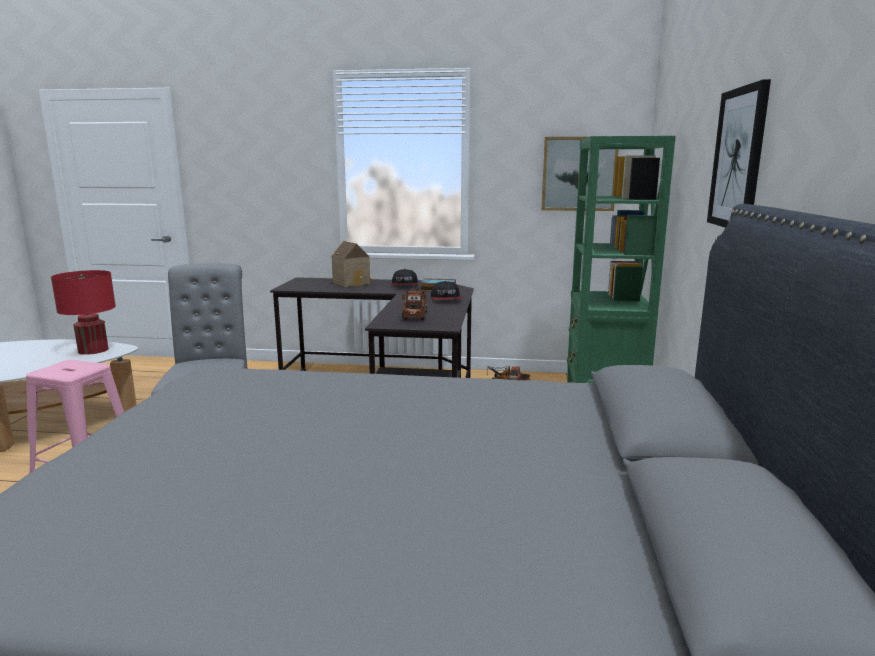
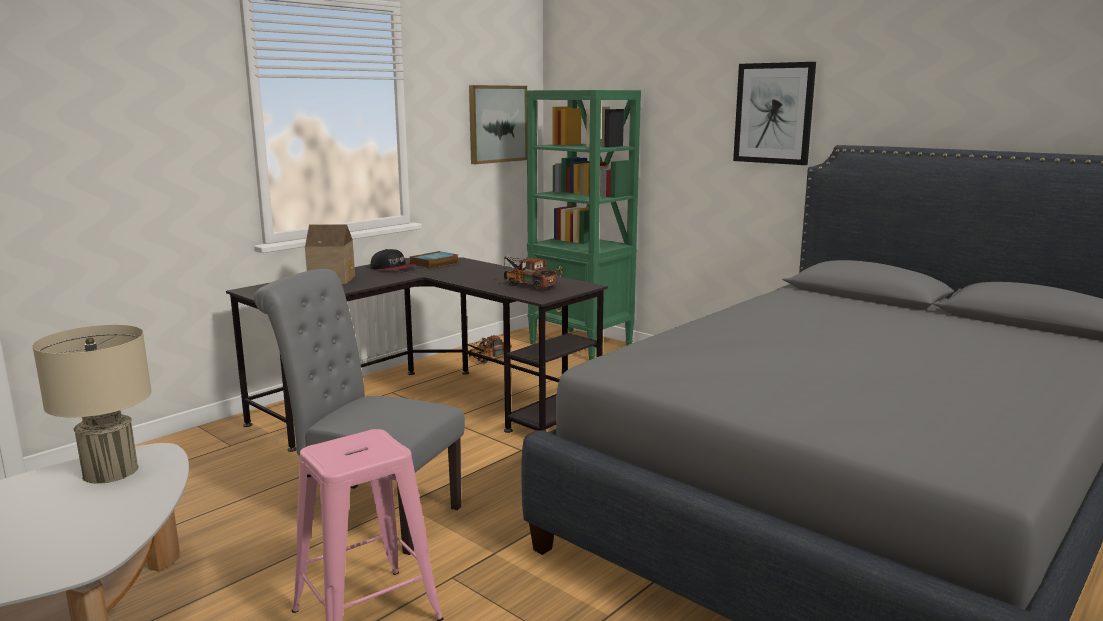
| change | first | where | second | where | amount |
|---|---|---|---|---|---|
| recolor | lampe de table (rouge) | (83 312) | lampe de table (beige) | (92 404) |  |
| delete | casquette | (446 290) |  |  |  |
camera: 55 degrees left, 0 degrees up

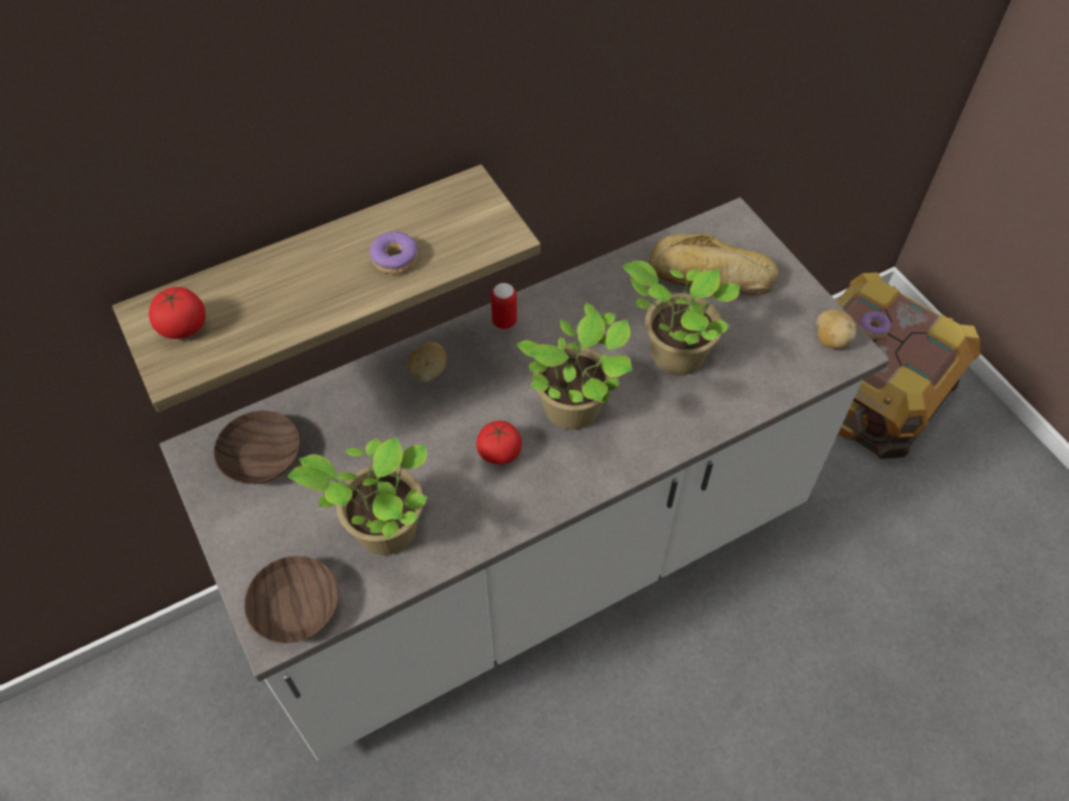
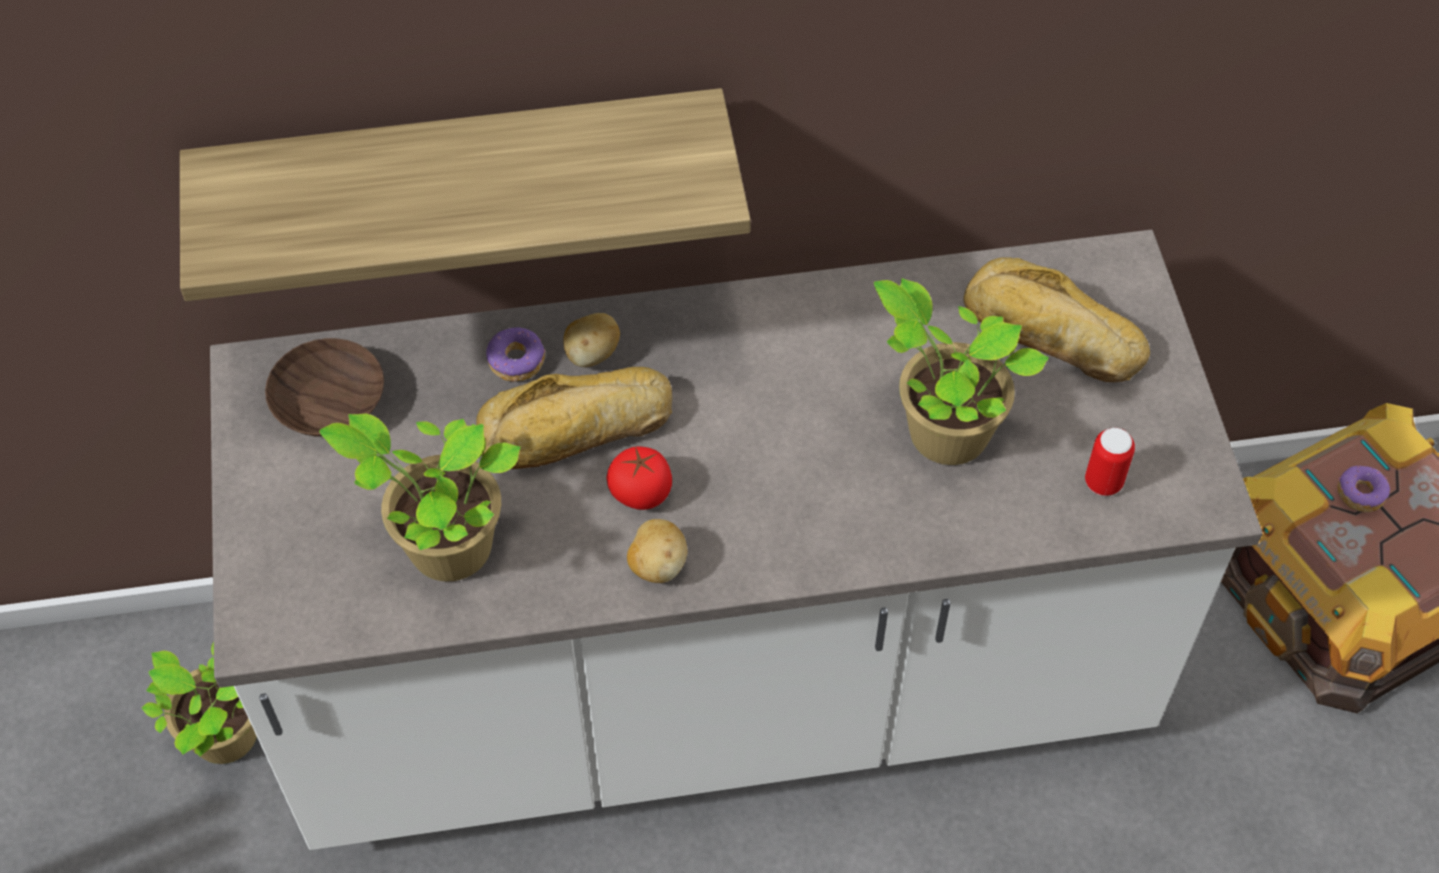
| change | first | where | second | where | amount |
|---|---|---|---|---|---|
| move | plante en pot | (574 366) |  | (199 703) |  |
| insert |  |  | pain | (574 418) |  |
| move | beignet | (393 252) |  | (516 355) |  |
| move | pomme de terre | (836 329) |  | (657 551) |  |
| move | boîte métallique | (504 306) |  | (1110 462) |  |
| delete | tomate | (177 313) |  |  |  |
| delete | bol (marron) | (291 600) |  |  |  |
camera: 20 degrees right, 0 degrees up

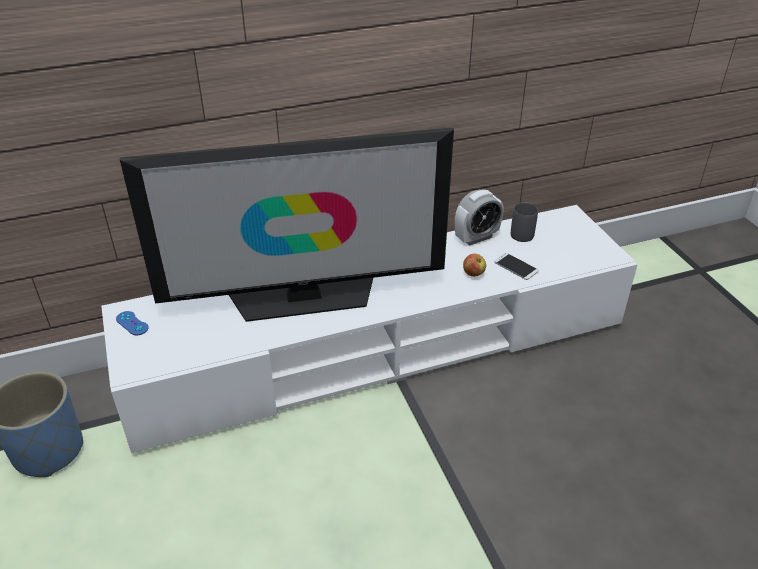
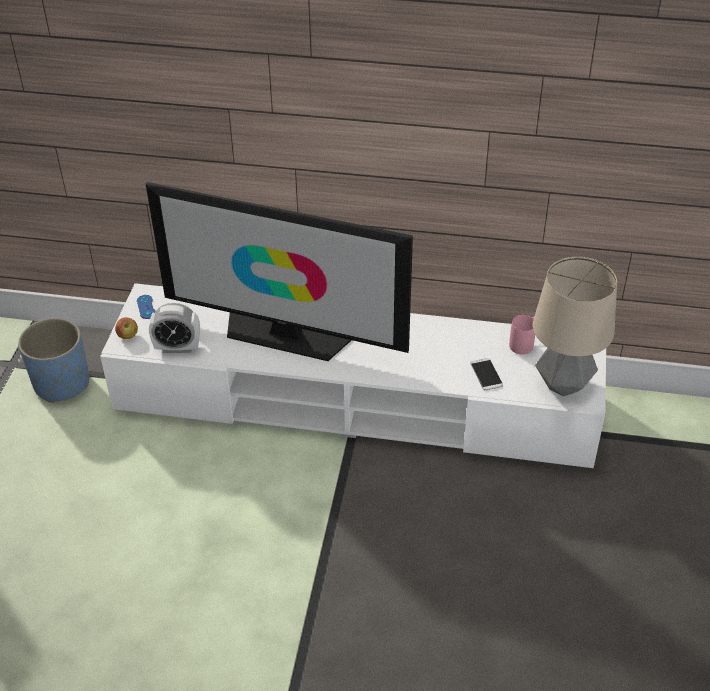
| change | first | where | second | where | amount |
|---|---|---|---|---|---|
| move | pomme | (474 265) |  | (126 328) |  |
| move | réveil | (479 218) |  | (174 328) |  |
| recolor | mug (gris) | (524 222) | mug (rose) | (522 334) |  |
| insert |  |  | lampe de table | (575 326) |  |
camera: 30 degrees right, 5 degrees up

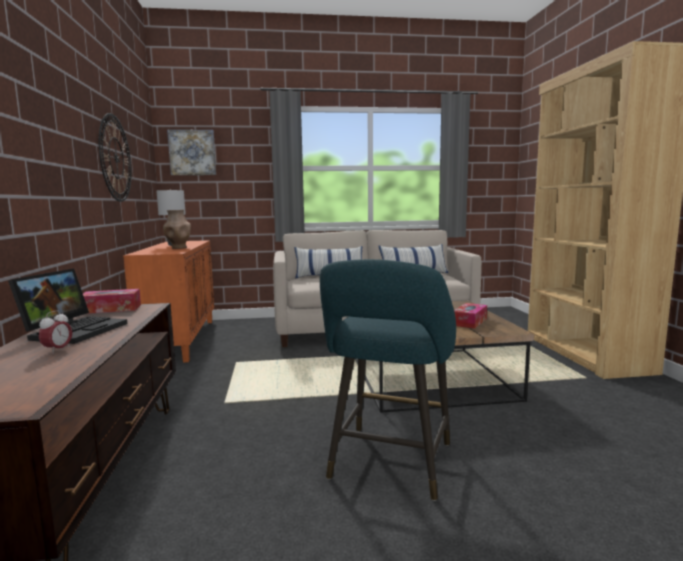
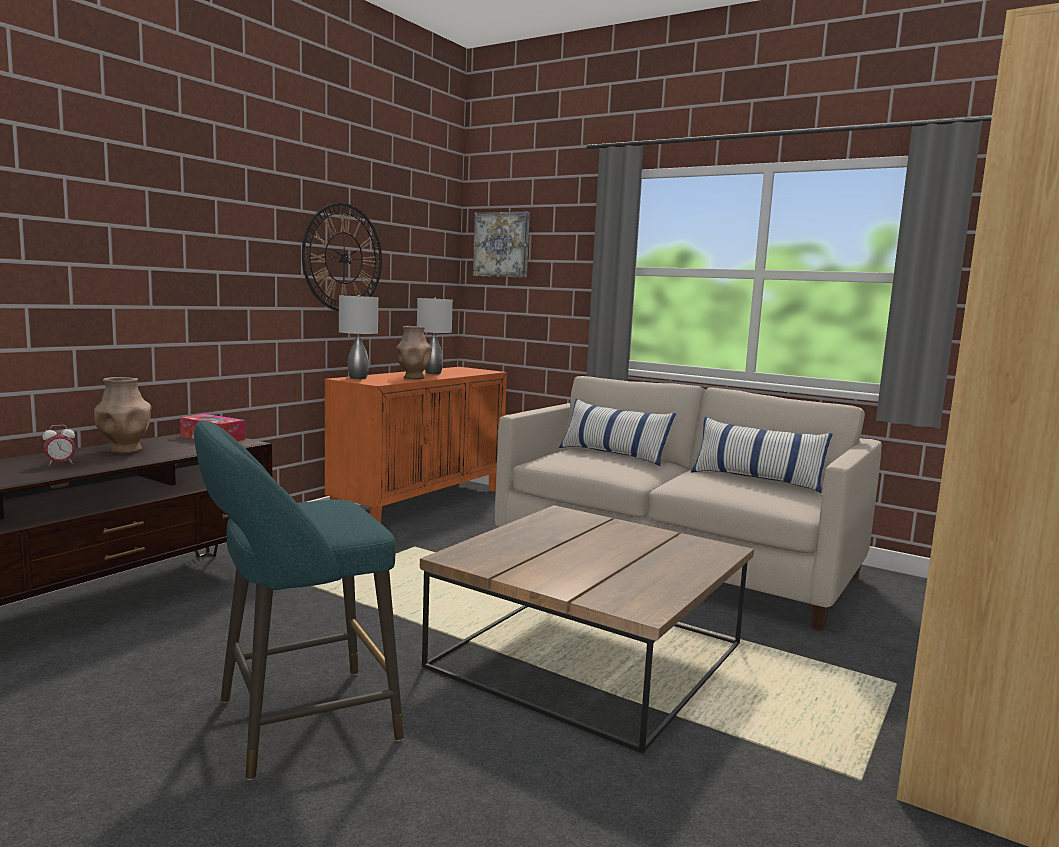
| change | first | where | second | where | amount |
|---|---|---|---|---|---|
| replace | ordinateur portable | (67 306) | vase (marron) | (123 415) |  |
| insert |  |  | lampe de table (gris) | (358 337) |  |
| delete | boîte à mouchoirs | (470 316) |  |  |  |
camera: 40 degrees right, 0 degrees up

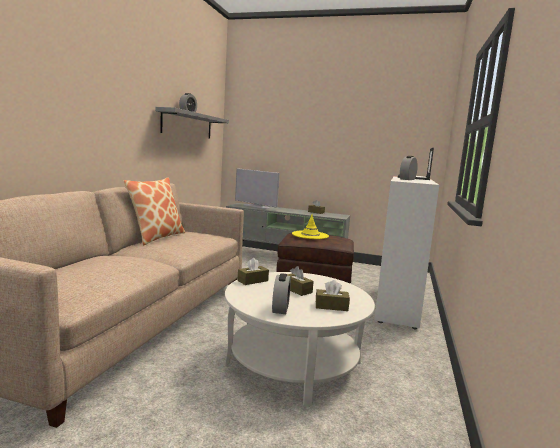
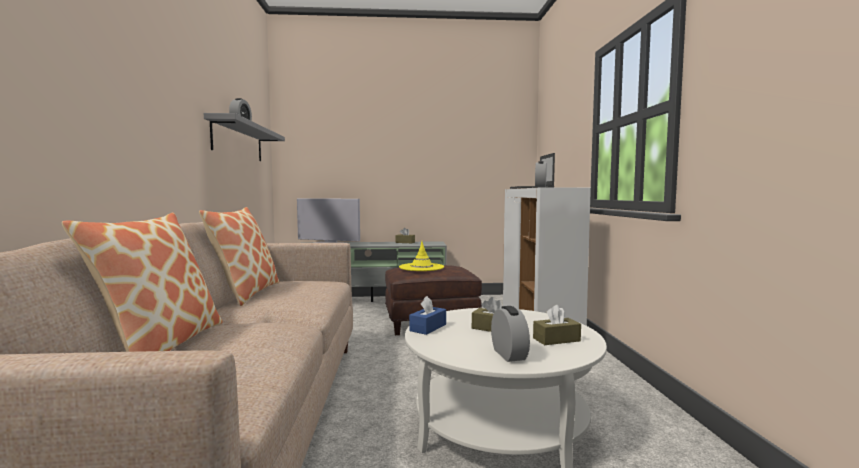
| change | first | where | second | where | amount |
|---|---|---|---|---|---|
| insert |  |  | coussin | (142 282) |  |
| recolor | boîte à mouchoirs (marron) | (253 271) | boîte à mouchoirs (bleu) | (427 315) |  |
camera: 20 degrees left, 5 degrees down

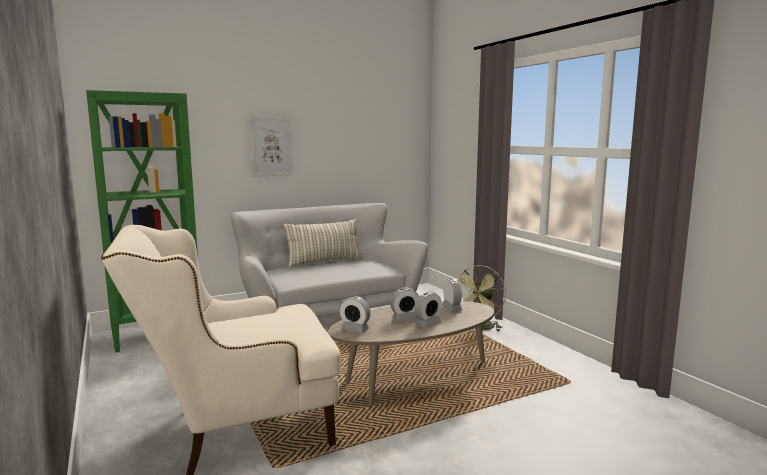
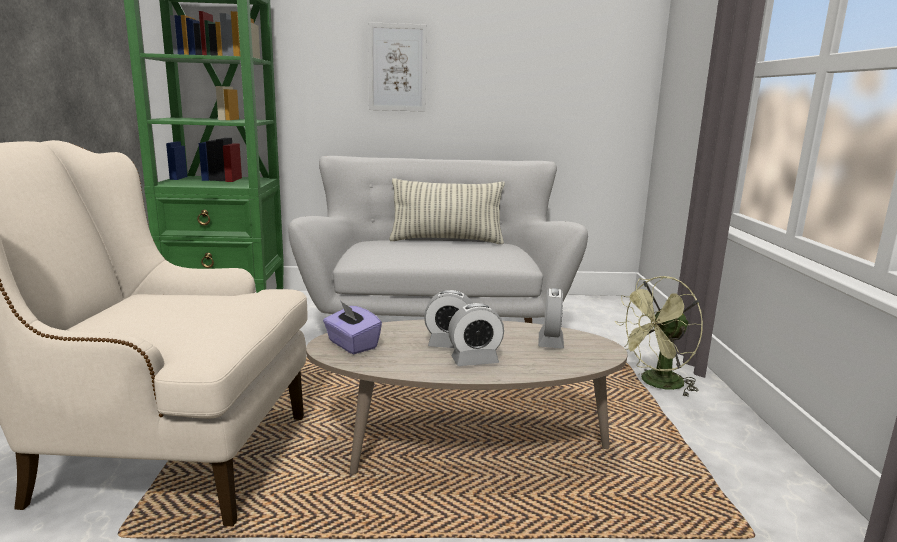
| change | first | where | second | where | amount |
|---|---|---|---|---|---|
| replace | réveil | (354 314) | boîte à mouchoirs (violet) | (352 328) |  |
camera: 25 degrees right, 5 degrees up

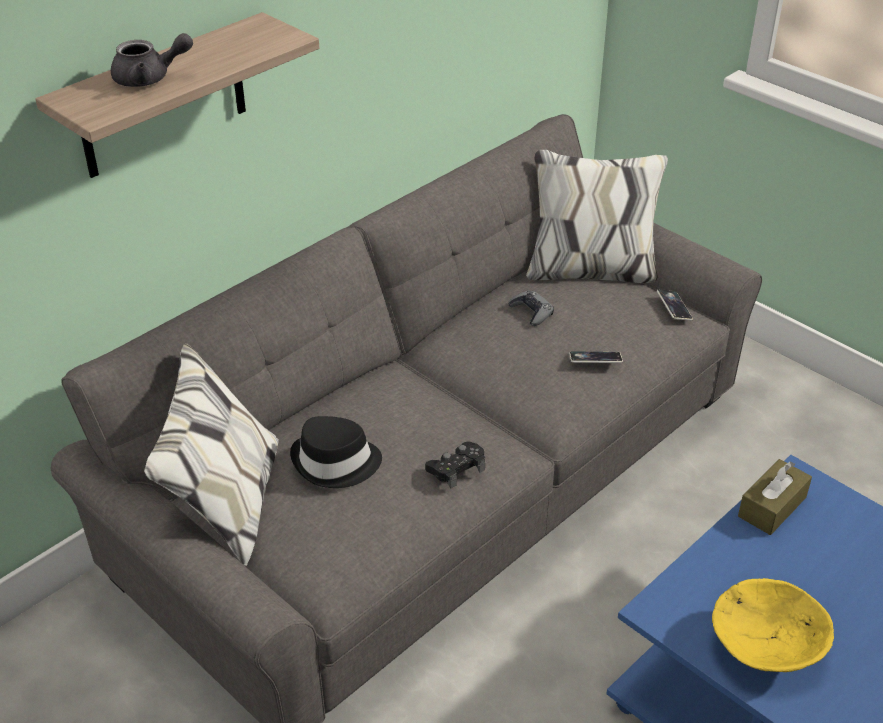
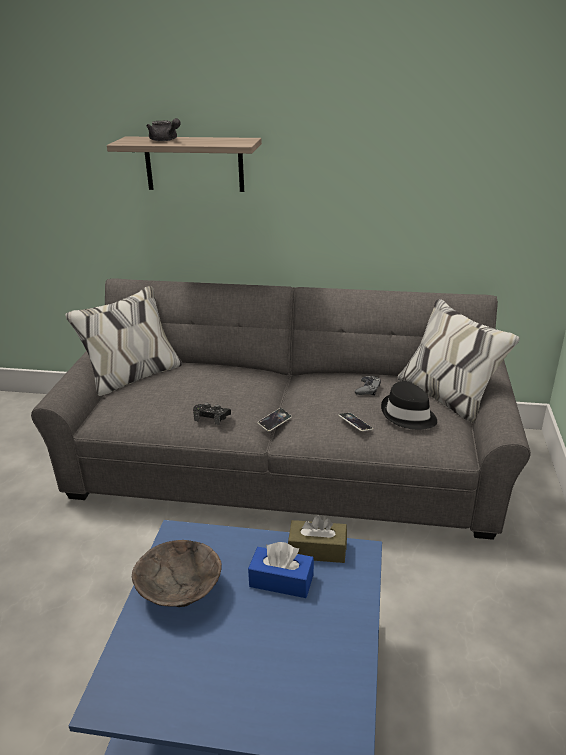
| change | first | where | second | where | amount |
|---|---|---|---|---|---|
| recolor | bol (jaune) | (773 625) | bol (marron) | (177 573) |  |
| insert |  |  | boîte à mouchoirs (bleu) | (281 570) |  |
| move | téléphone | (675 305) |  | (274 420) |  |
| move | chapeau (noir) | (336 452) |  | (409 405) |  |
camera: 55 degrees right, 10 degrees down

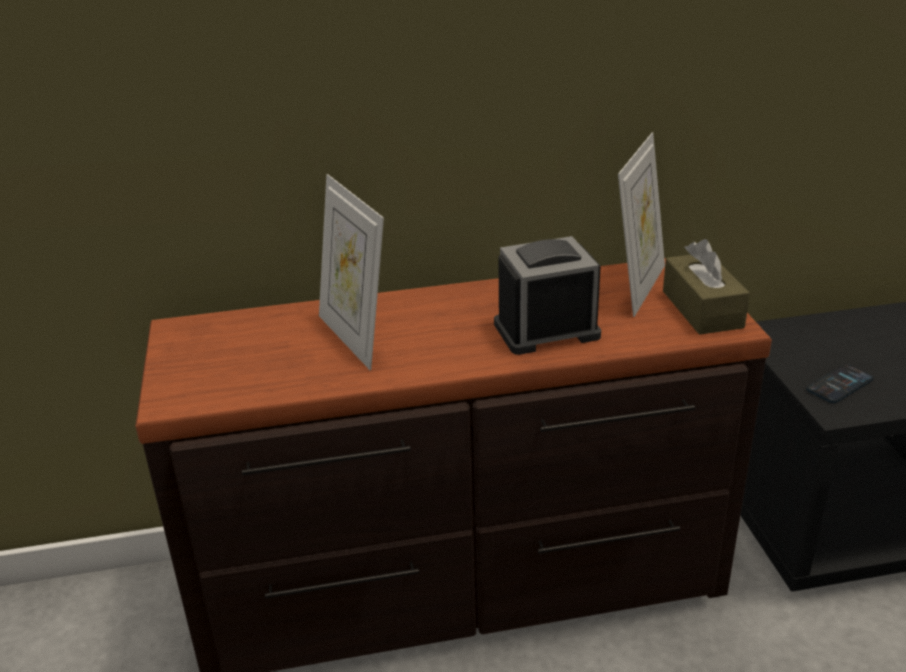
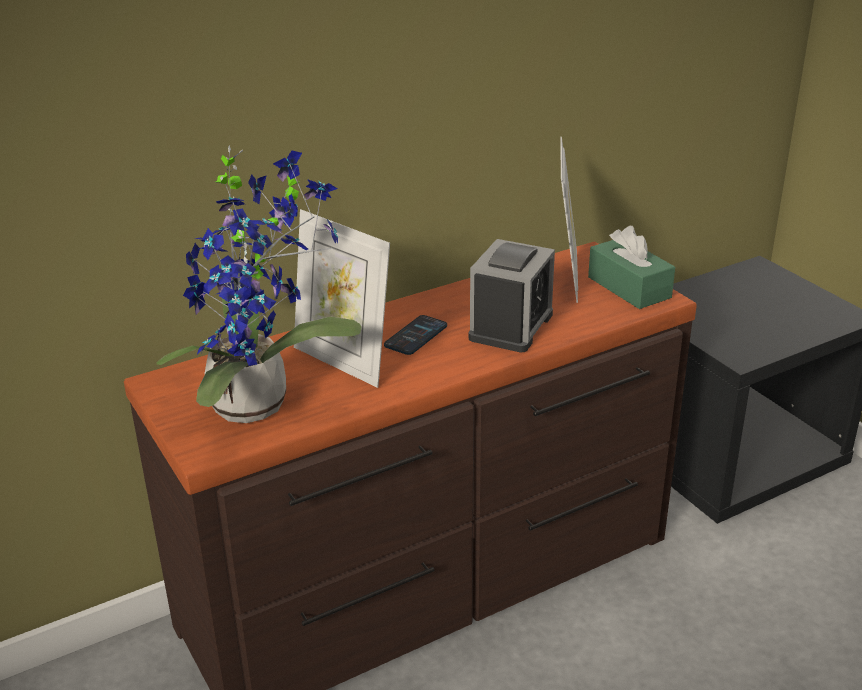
| change | first | where | second | where | amount |
|---|---|---|---|---|---|
| insert |  |  | plante en pot | (259 284) |  |
| move | téléphone | (840 383) |  | (415 335) |  |
| rotate | réveil | (547 295) |  | (512 296) | 150 degrees clockwise |
| recolor | boîte à mouchoirs (marron) | (706 287) | boîte à mouchoirs (vert) | (631 267) |  |
camera: 20 degrees left, 0 degrees up

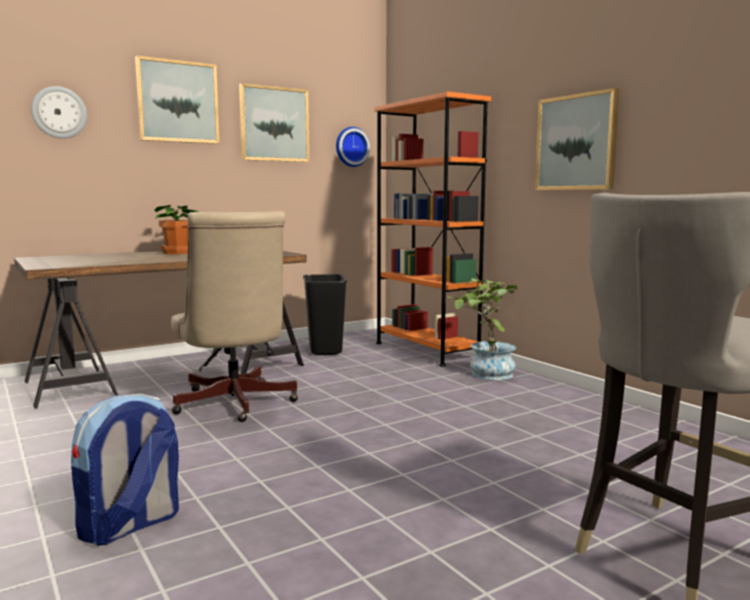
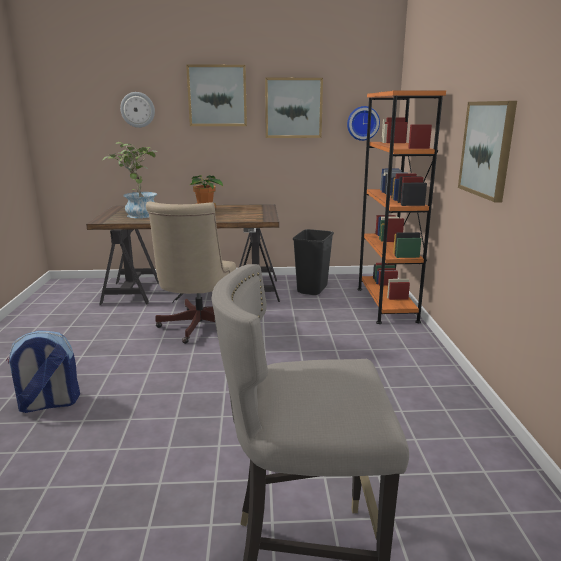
| change | first | where | second | where | amount |
|---|---|---|---|---|---|
| move | plante en pot | (482 329) |  | (130 180) |  |
camera: 30 degrees right, 10 degrees up

